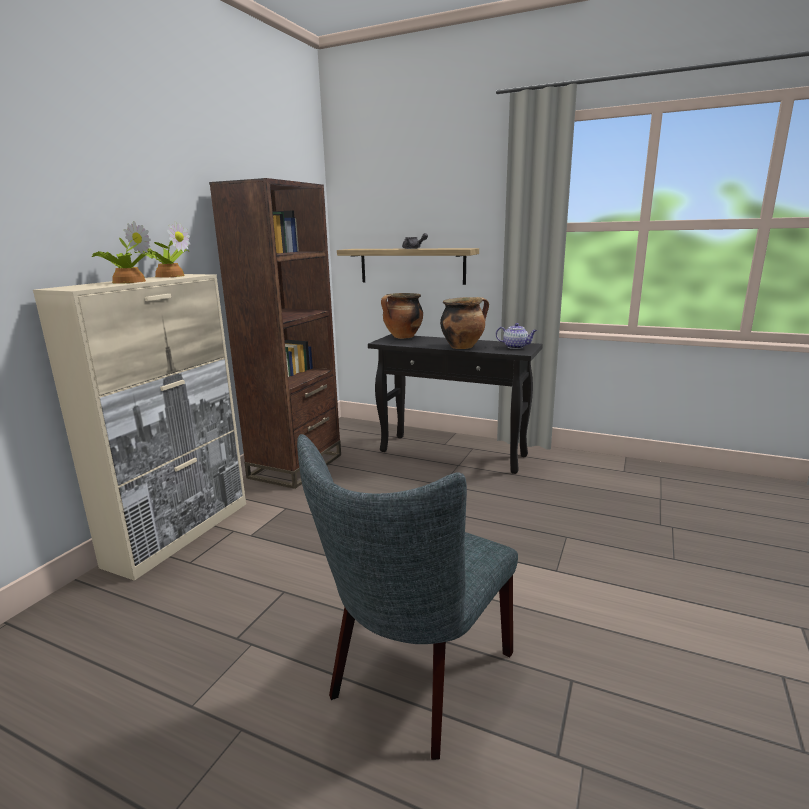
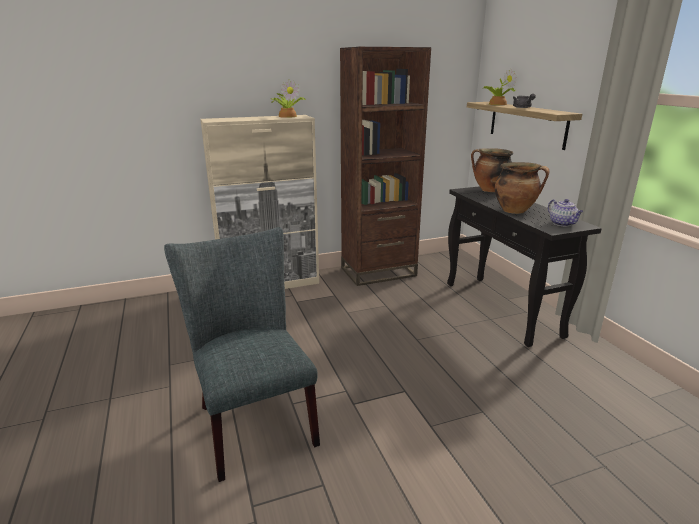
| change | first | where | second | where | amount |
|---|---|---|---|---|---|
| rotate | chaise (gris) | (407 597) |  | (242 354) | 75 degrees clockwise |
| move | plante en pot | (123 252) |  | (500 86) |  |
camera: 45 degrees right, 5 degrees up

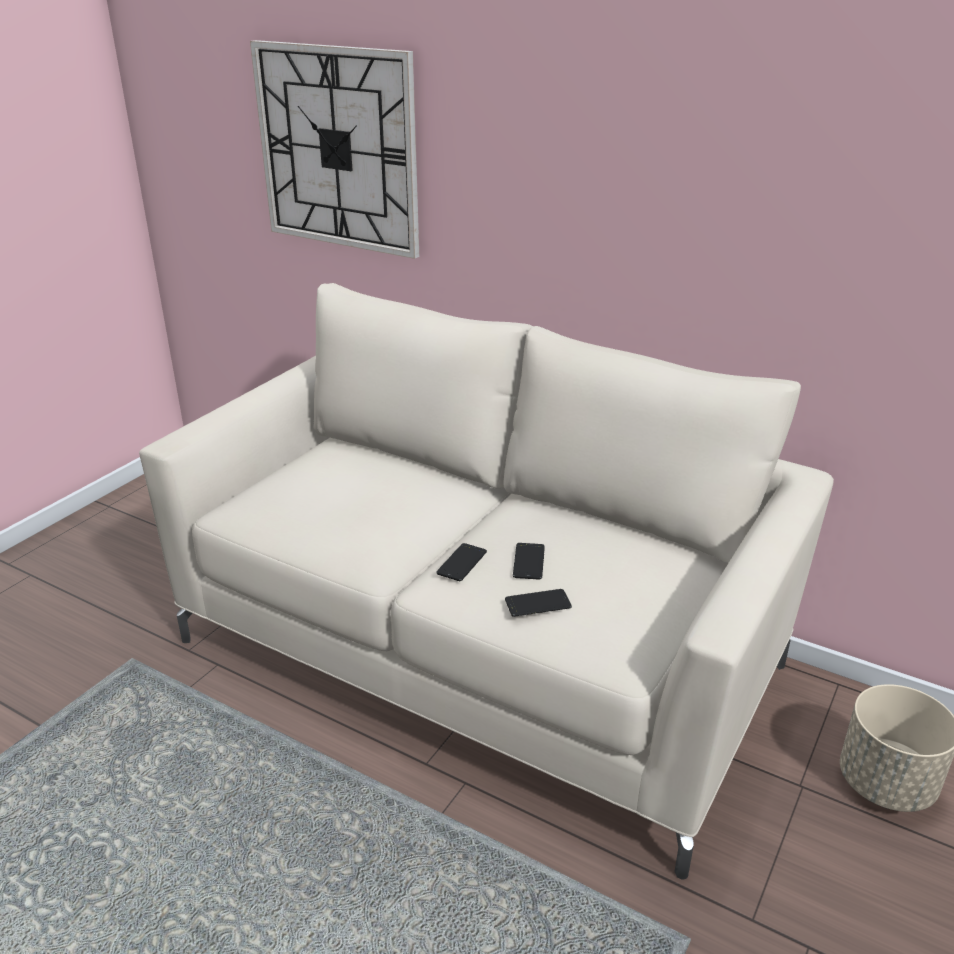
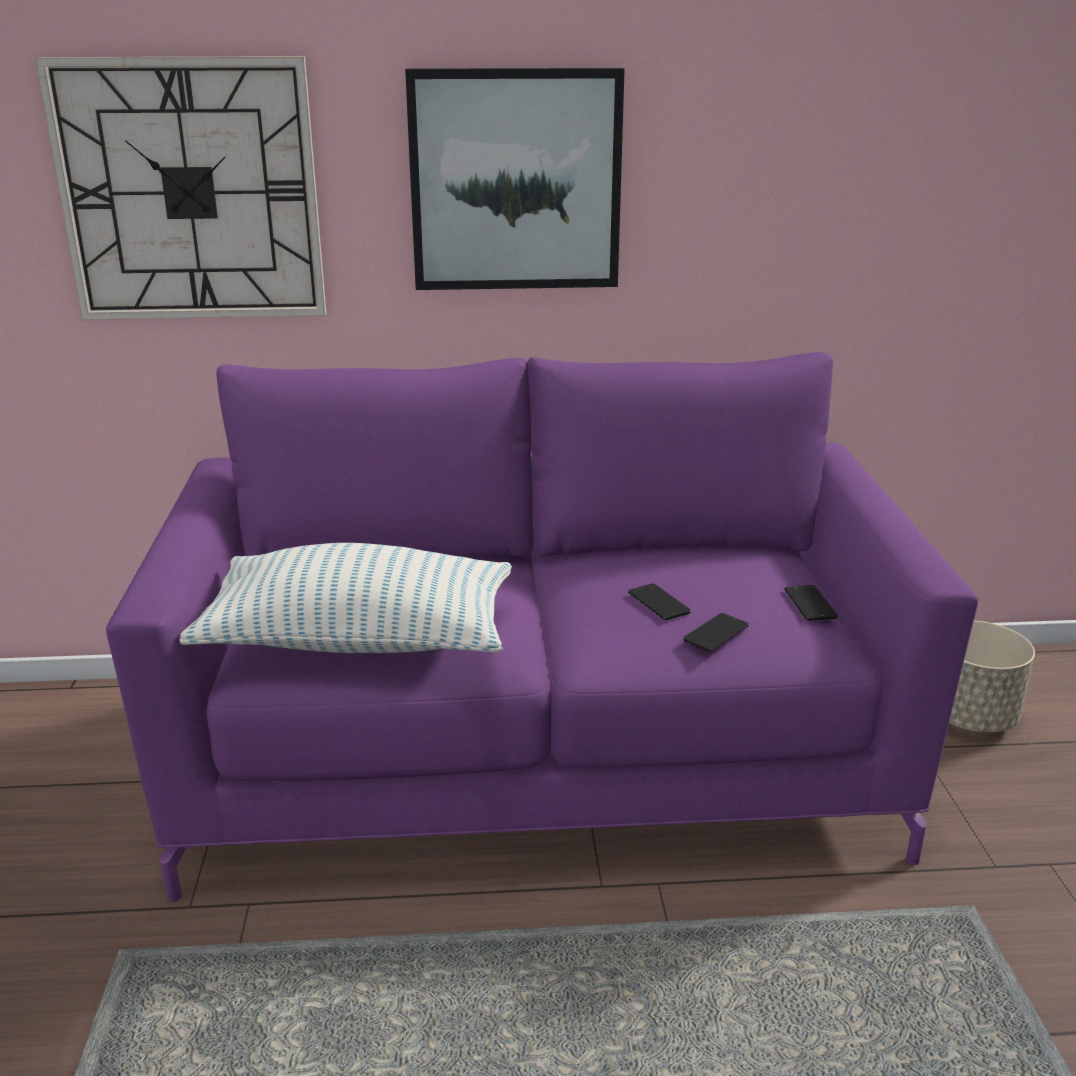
| change | first | where | second | where | amount |
|---|---|---|---|---|---|
| recolor | canapé (beige) | (486 581) | canapé (violet) | (542 627) |  |
| insert |  |  | coussin | (345 598) |  |
| insert |  |  | tableau | (515 179) |  |
| move | téléphone | (461 562) |  | (811 603) |  |
camera: 35 degrees left, 5 degrees down

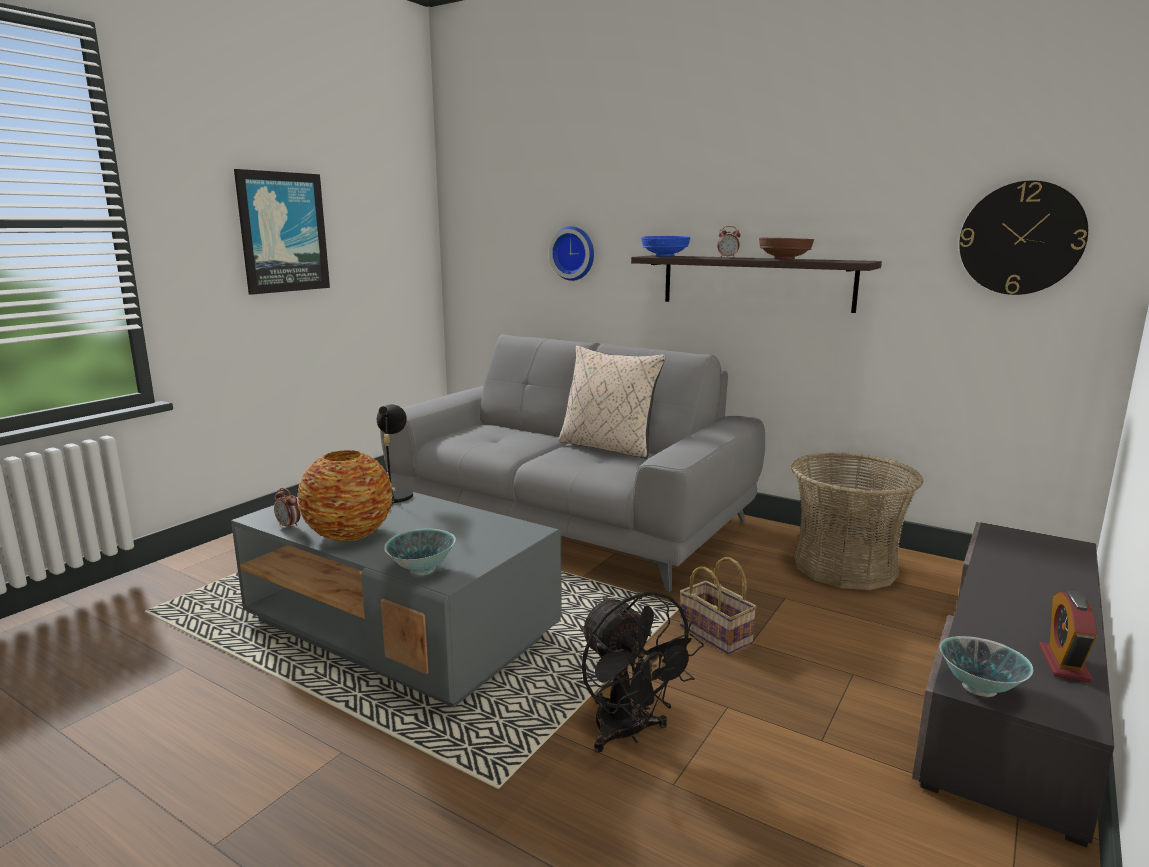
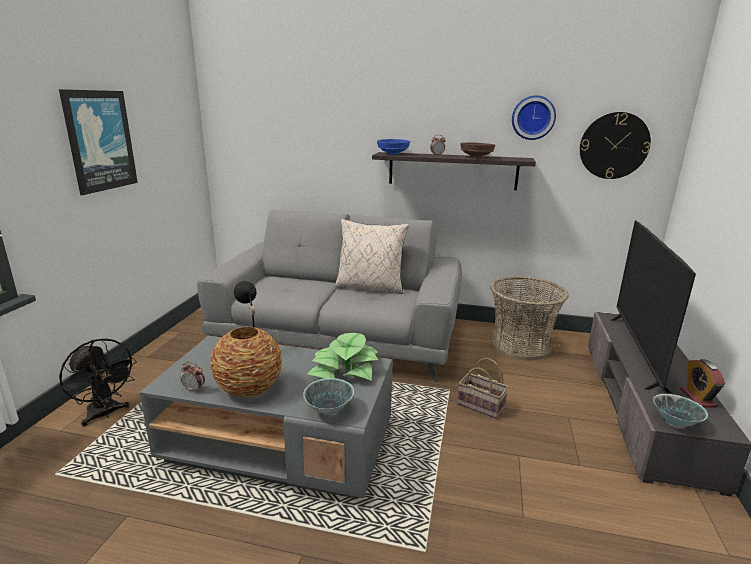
| change | first | where | second | where | amount |
|---|---|---|---|---|---|
| move | ventilateur (noir) | (642 672) |  | (98 383) |  |
| insert |  |  | plante en pot | (343 357) |  |
| move | horloge murale | (571 253) |  | (534 117) |  |
| insert |  |  | téléviseur | (653 306) |  |
camera: 20 degrees left, 5 degrees up

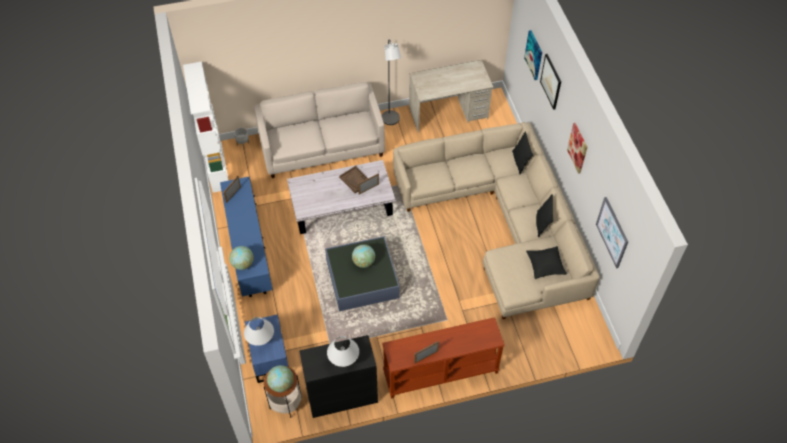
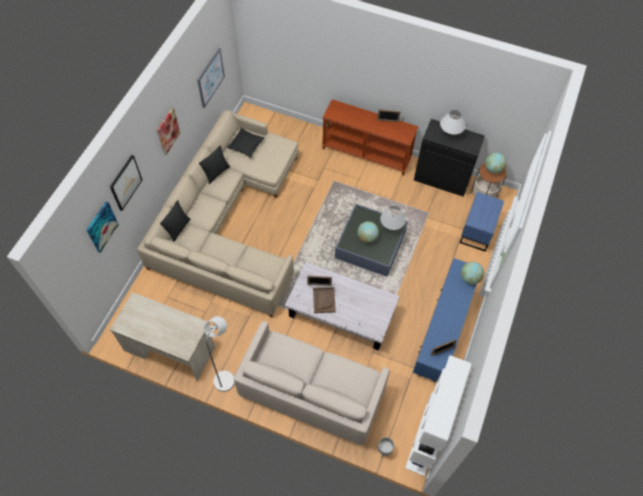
| change | first | where | second | where | amount |
|---|---|---|---|---|---|
| move | lampe de table (blanc) | (259 331) |  | (393 218) |  |
camera: 145 degrees left, 5 degrees up

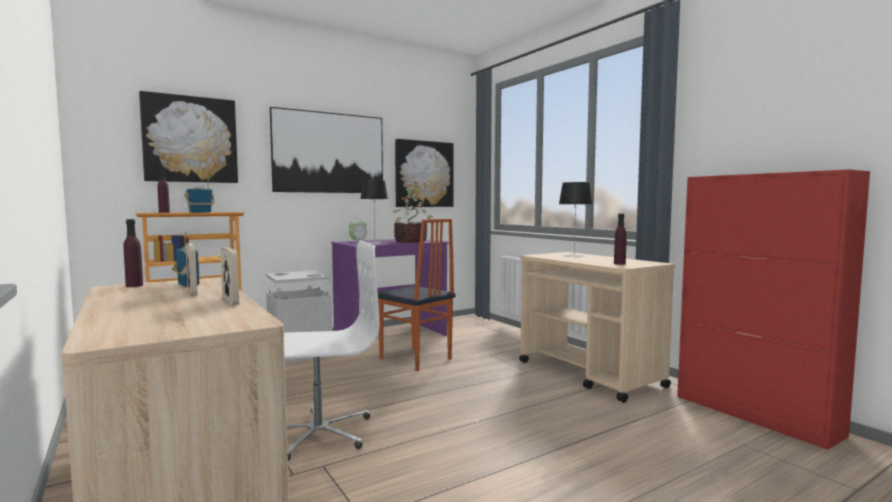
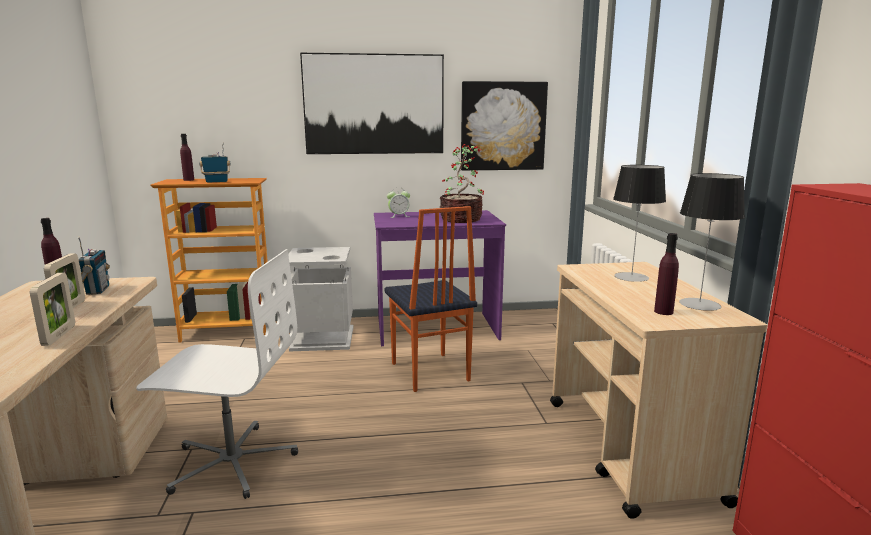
| change | first | where | second | where | amount |
|---|---|---|---|---|---|
| move | lampe de table | (374 212) |  | (712 242) |  |
| delete | tableau | (188 137) |  |  |  |
camera: 25 degrees right, 10 degrees up

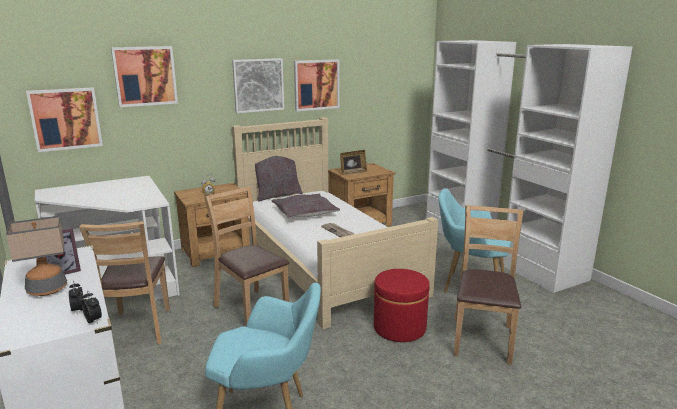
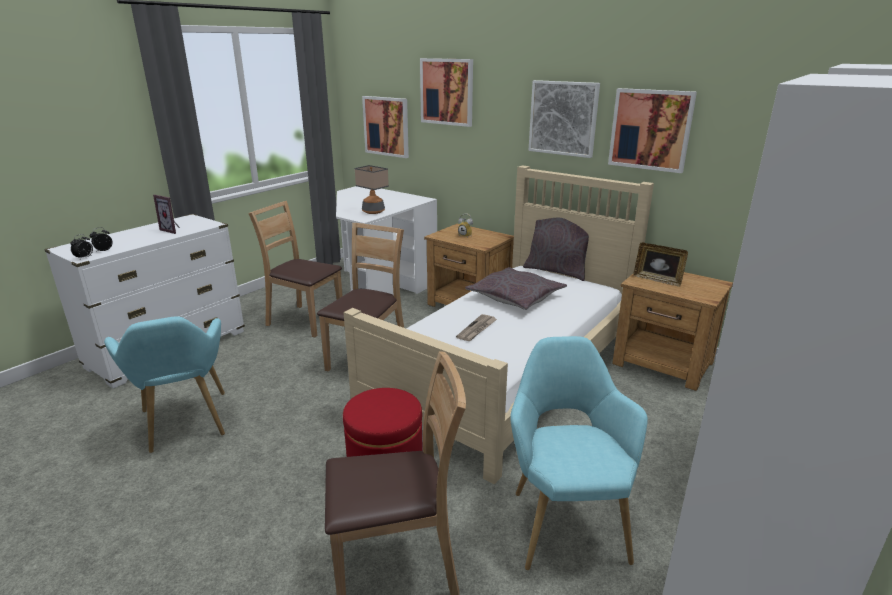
| change | first | where | second | where | amount |
|---|---|---|---|---|---|
| rotate | chaise (marron) | (124 283) |  | (295 269) | 60 degrees clockwise |
| move | lampe de table | (36 256) |  | (371 189) |  |
camera: 65 degrees right, 5 degrees up

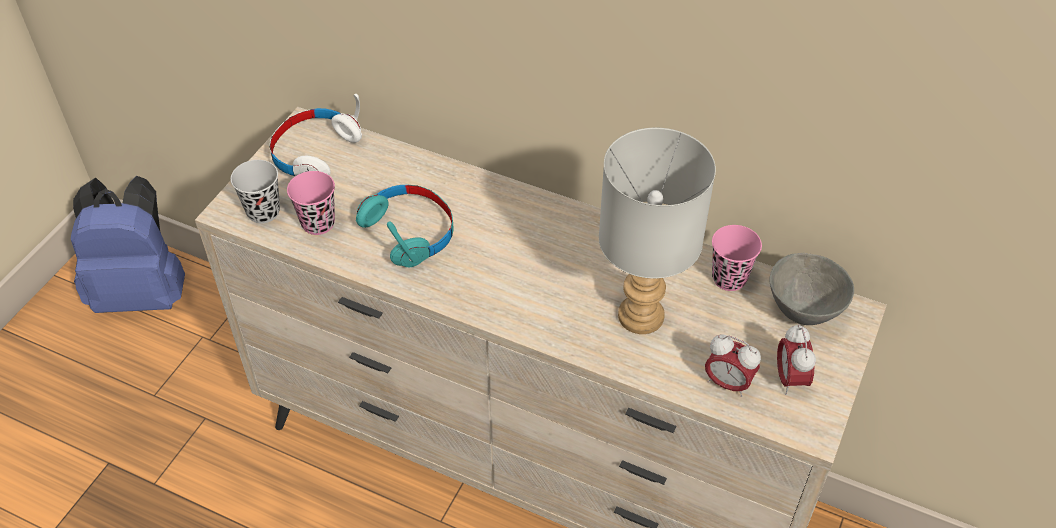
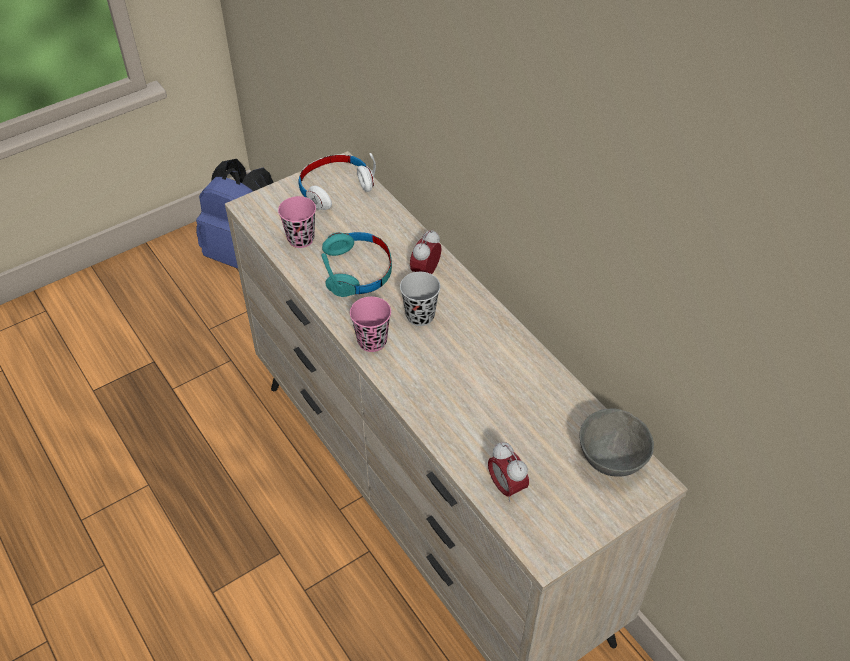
| change | first | where | second | where | amount |
|---|---|---|---|---|---|
| move | tasse (rose) | (737 258) |  | (370 324) |  |
| move | tasse (noir) | (255 191) |  | (420 299) |  |
| move | réveil | (796 359) |  | (425 252) |  |
| delete | lampe de table (gris) | (657 231) |  |  |  |
camera: 30 degrees right, 0 degrees up

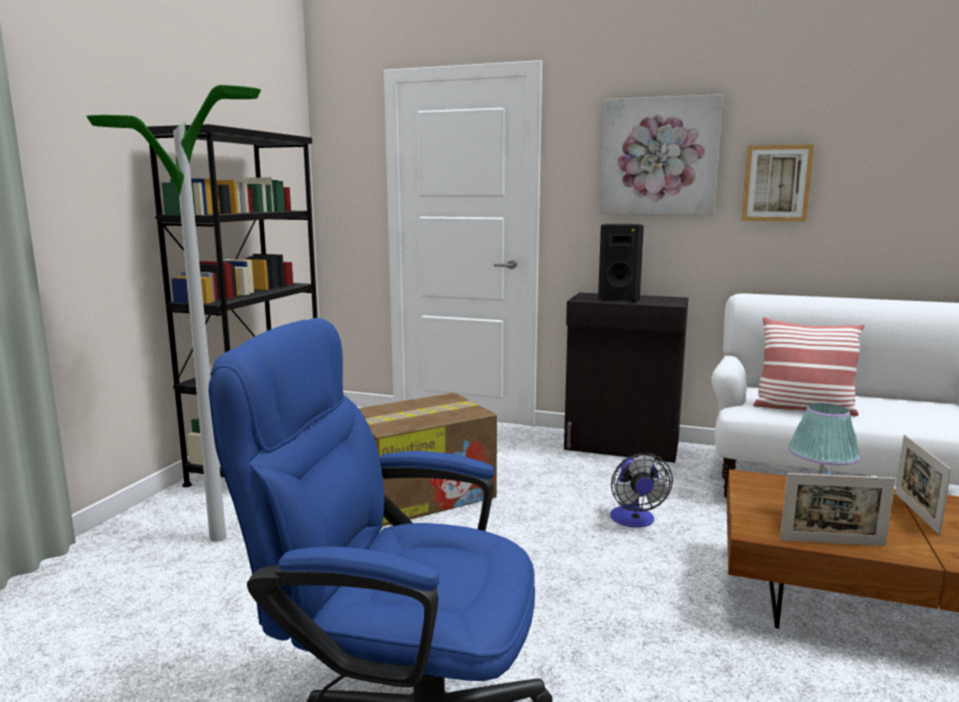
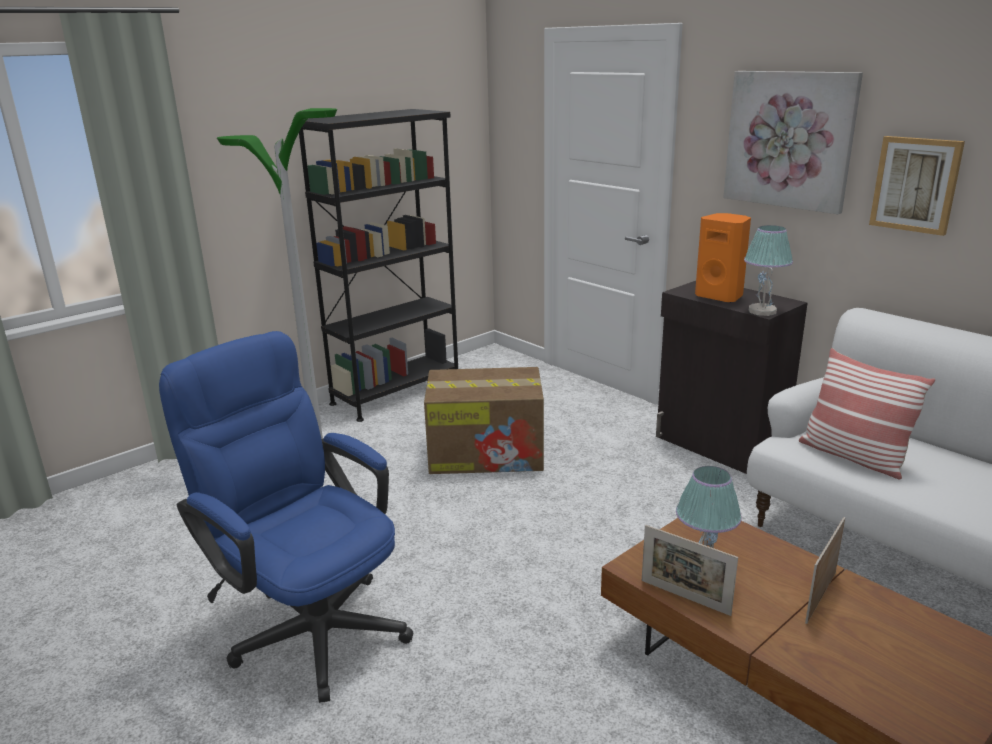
| change | first | where | second | where | amount |
|---|---|---|---|---|---|
| recolor | enceinte (noir) | (621 263) | enceinte (orange) | (723 258) |  |
| insert |  |  | lampe de table | (768 270) |  |
| delete | ventilateur | (641 490) |  |  |  |
camera: 30 degrees right, 10 degrees up

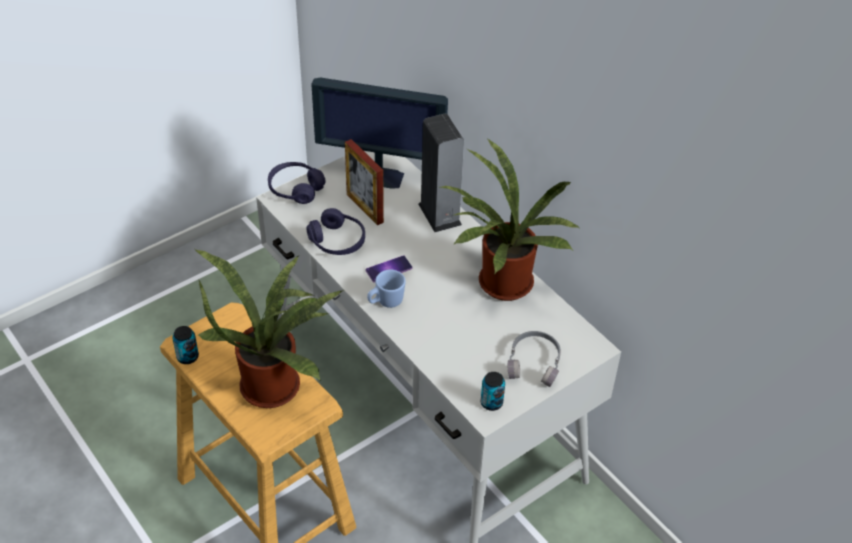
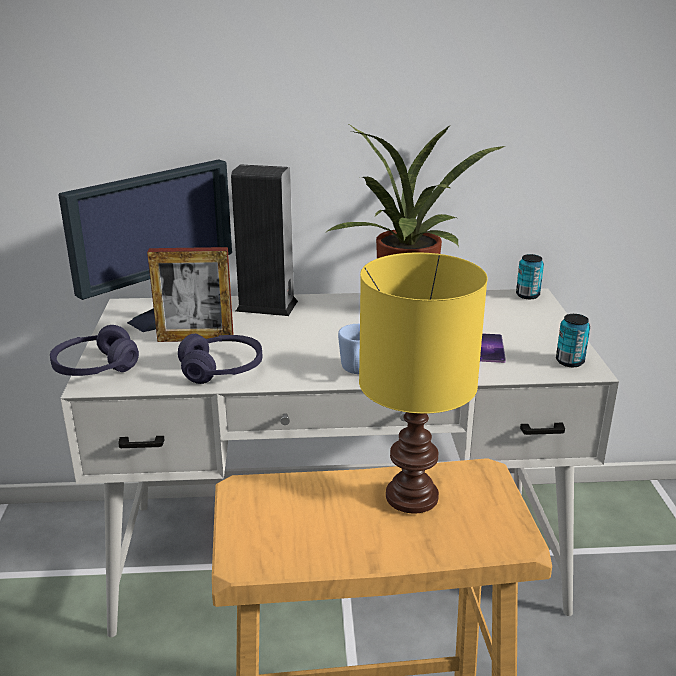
| change | first | where | second | where | amount |
|---|---|---|---|---|---|
| replace | plante en pot | (268 328) | lampe de table (jaune) | (423 383) |  |
| move | téléphone | (389 269) |  | (493 348) |  |
| move | boîte métallique | (185 345) |  | (530 276) |  |
| delete | casque audio (gris) | (534 359) |  |  |  |
camera: 55 degrees left, 20 degrees down

